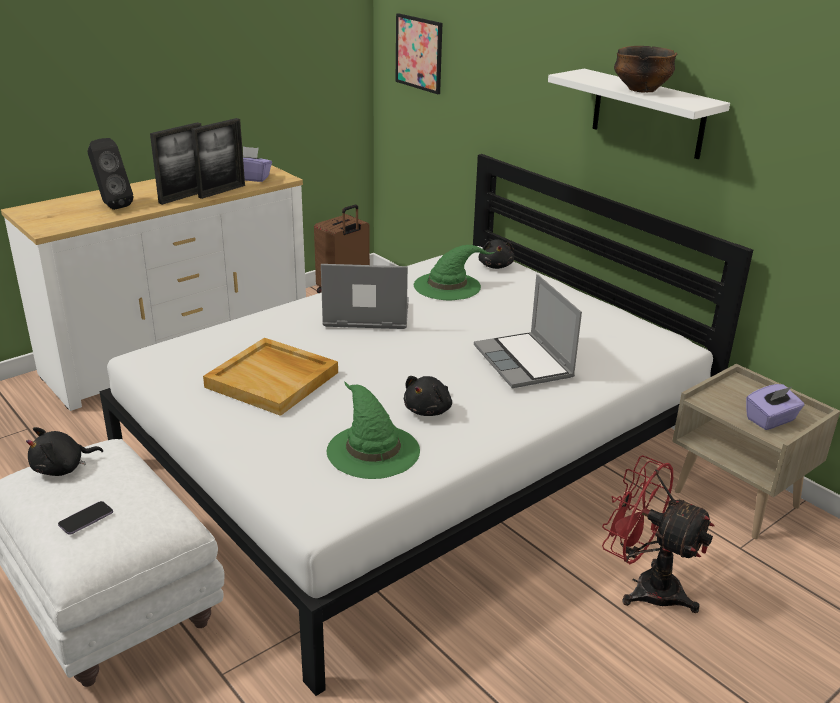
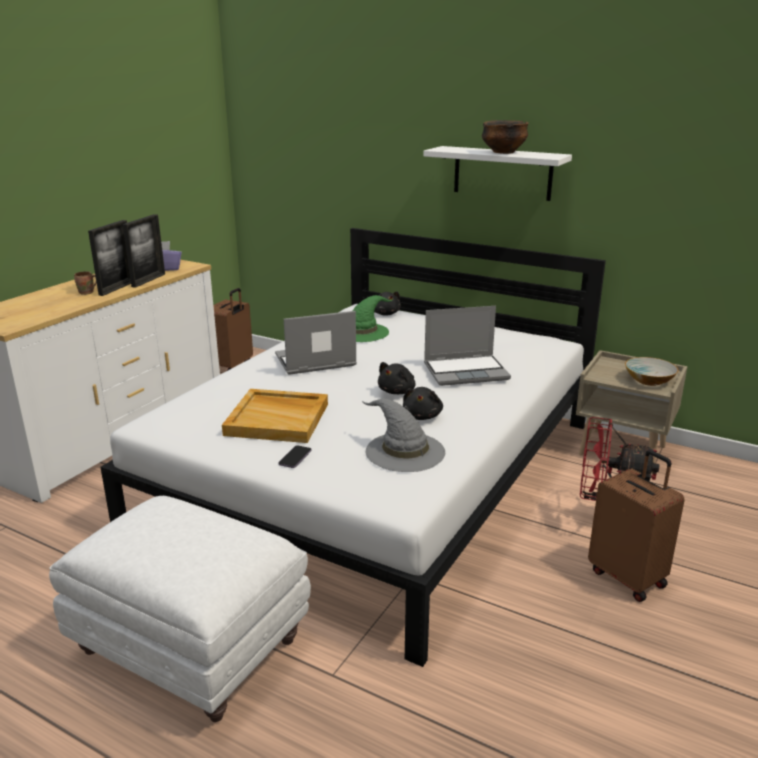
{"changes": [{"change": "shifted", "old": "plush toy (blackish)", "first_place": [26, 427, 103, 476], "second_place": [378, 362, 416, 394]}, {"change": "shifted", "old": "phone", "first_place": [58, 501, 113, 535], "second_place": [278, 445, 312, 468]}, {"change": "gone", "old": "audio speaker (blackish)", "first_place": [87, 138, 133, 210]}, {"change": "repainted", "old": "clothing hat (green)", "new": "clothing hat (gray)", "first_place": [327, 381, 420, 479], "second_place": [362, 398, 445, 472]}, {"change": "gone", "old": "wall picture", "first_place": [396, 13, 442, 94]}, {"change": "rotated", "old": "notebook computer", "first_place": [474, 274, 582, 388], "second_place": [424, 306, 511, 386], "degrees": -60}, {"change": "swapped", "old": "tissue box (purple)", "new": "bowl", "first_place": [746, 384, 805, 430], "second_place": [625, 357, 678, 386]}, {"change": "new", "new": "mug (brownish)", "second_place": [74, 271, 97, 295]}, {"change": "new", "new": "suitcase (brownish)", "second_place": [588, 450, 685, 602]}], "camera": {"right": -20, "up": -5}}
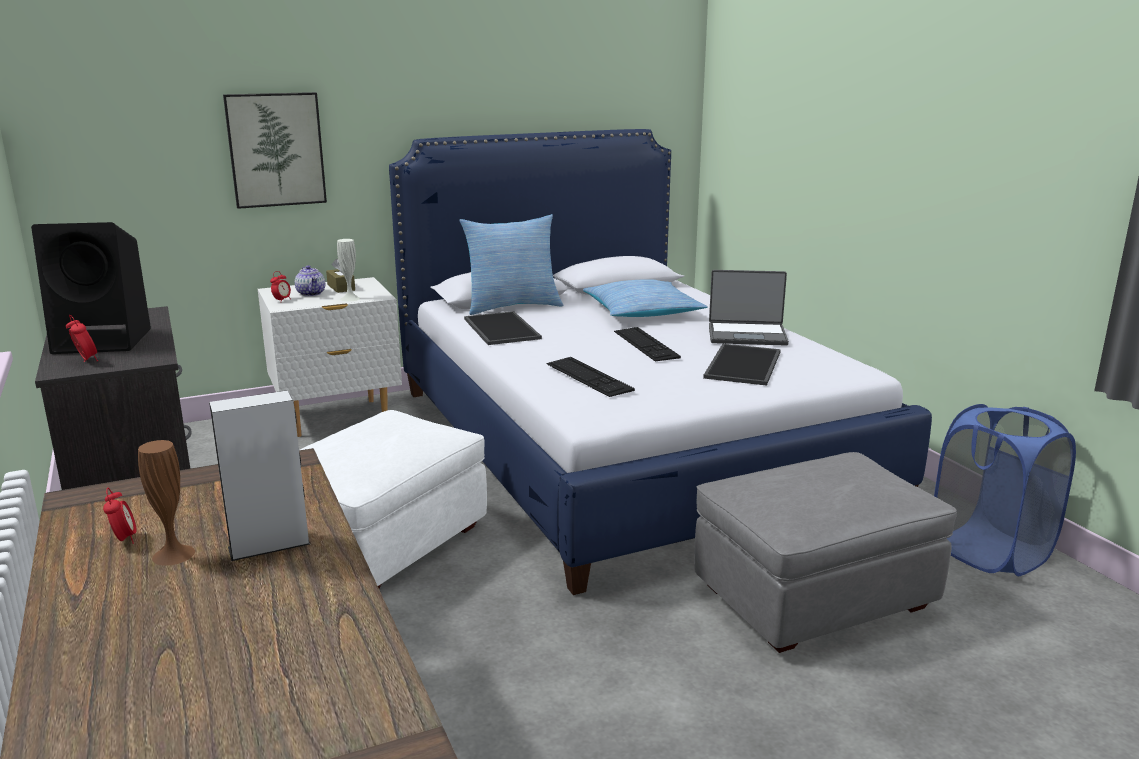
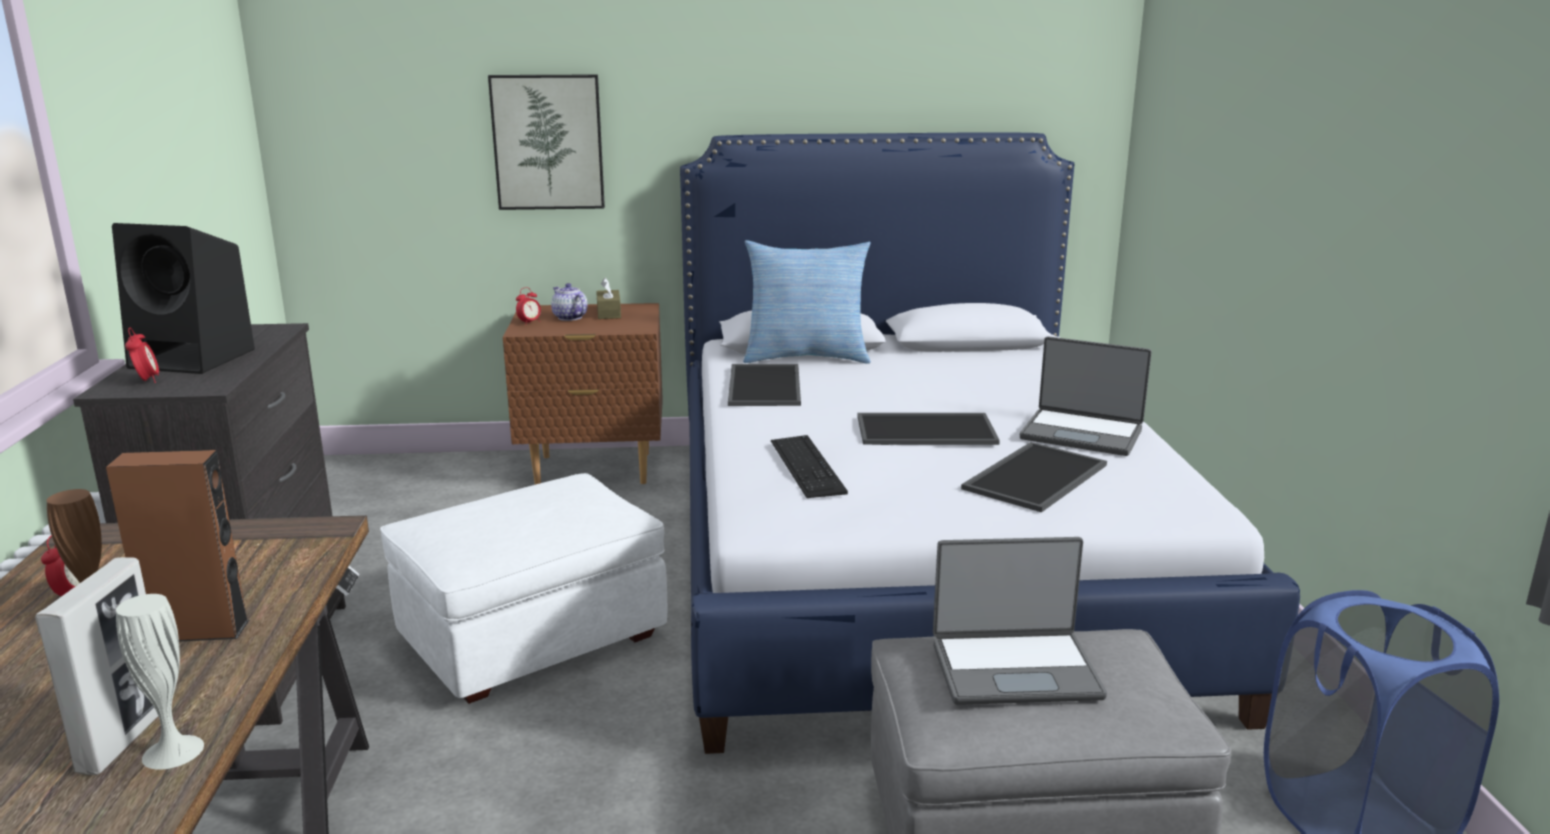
{"changes": [{"change": "repainted", "old": "audio speaker (gray)", "new": "audio speaker (brownish)", "first_place": [209, 390, 310, 561], "second_place": [106, 450, 249, 642]}, {"change": "repainted", "old": "night table (white)", "new": "night table (brownish)", "first_place": [258, 277, 402, 437], "second_place": [503, 303, 663, 485]}, {"change": "rotated", "old": "teapot", "first_place": [295, 265, 325, 296], "second_place": [551, 283, 588, 321], "degrees": 150}, {"change": "shifted", "old": "decorative vase (white)", "first_place": [337, 239, 360, 301], "second_place": [116, 594, 204, 770]}, {"change": "gone", "old": "throw pillow", "first_place": [583, 279, 708, 317]}, {"change": "swapped", "old": "keyboard", "new": "carrying tray", "first_place": [614, 327, 681, 361], "second_place": [857, 413, 1000, 445]}, {"change": "new", "new": "standing frame", "second_place": [35, 557, 158, 775]}, {"change": "new", "new": "notebook computer", "second_place": [933, 537, 1107, 705]}], "camera": {"right": 20, "up": 0}}
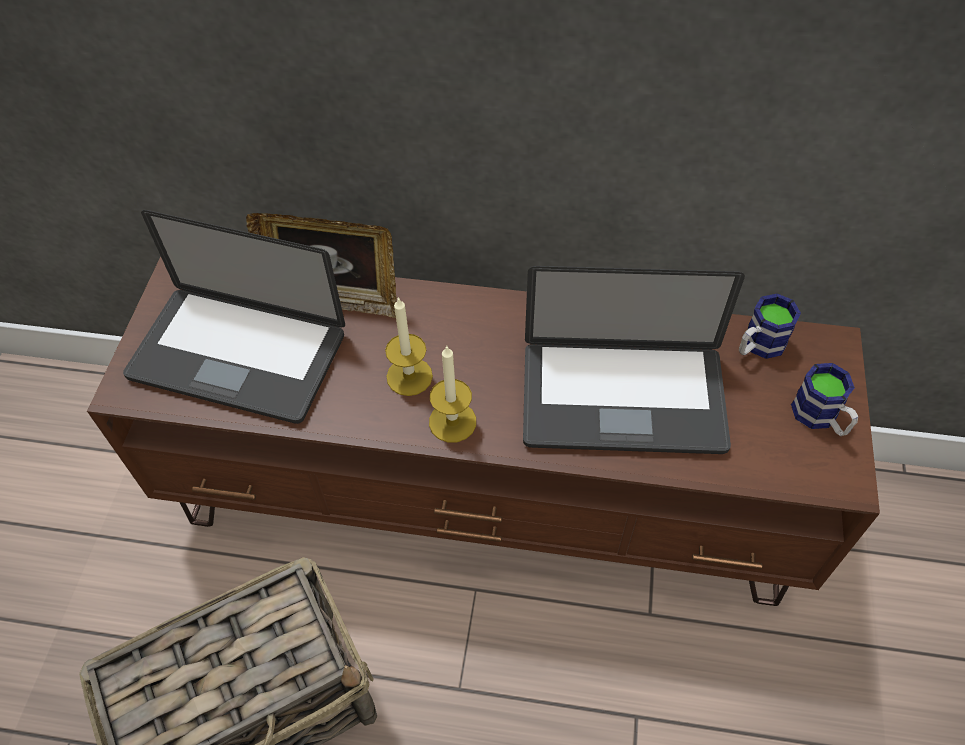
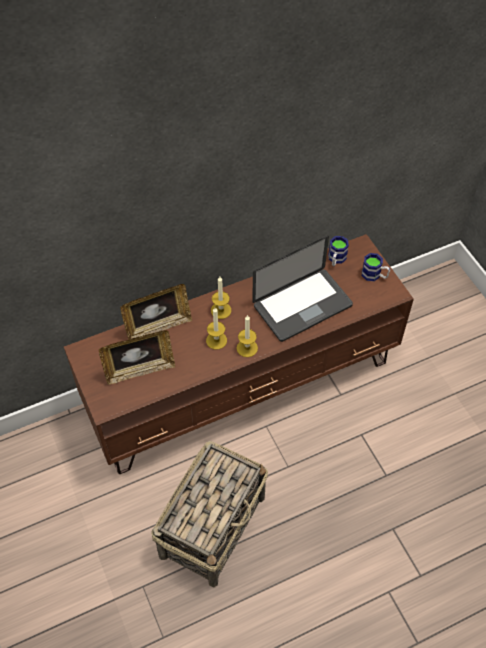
{"changes": [{"change": "swapped", "old": "notebook computer", "new": "standing frame", "first_place": [123, 210, 345, 424], "second_place": [99, 330, 175, 385]}, {"change": "new", "new": "wax candle", "second_place": [211, 277, 231, 319]}], "camera": {"right": -35, "up": 0}}
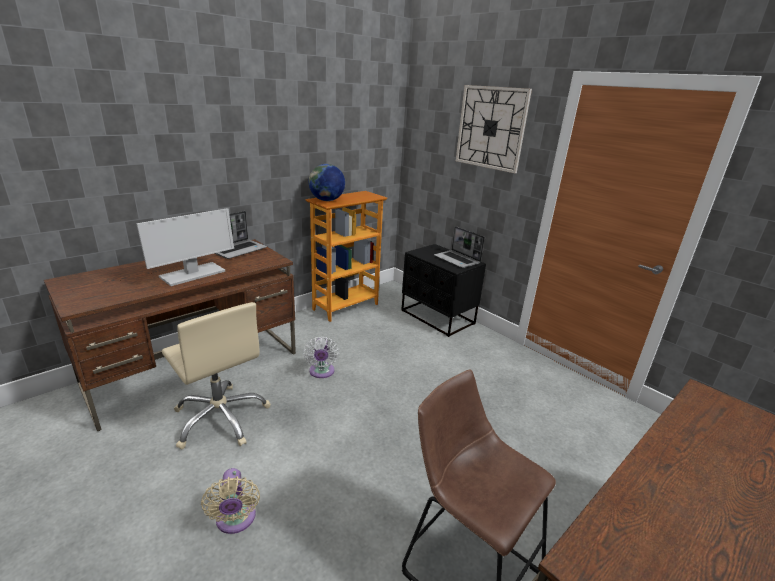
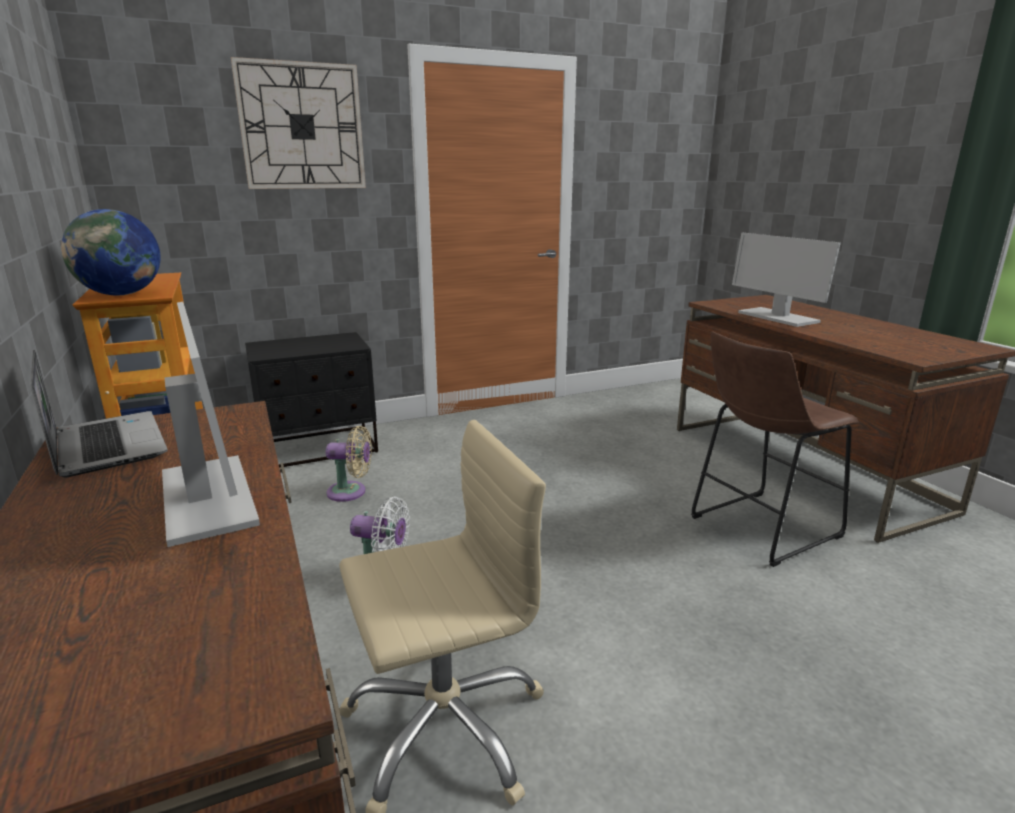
{"changes": [{"change": "shifted", "old": "cooling fan (beige-coloured)", "first_place": [201, 468, 260, 534], "second_place": [326, 426, 372, 502]}, {"change": "gone", "old": "notebook computer", "first_place": [434, 226, 485, 268]}, {"change": "new", "new": "monitor", "second_place": [732, 232, 841, 327]}], "camera": {"right": -70, "up": -5}}
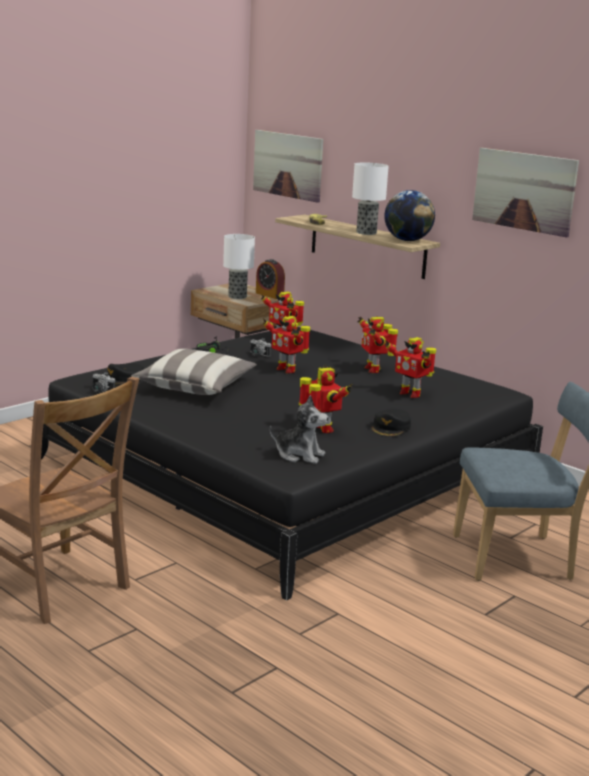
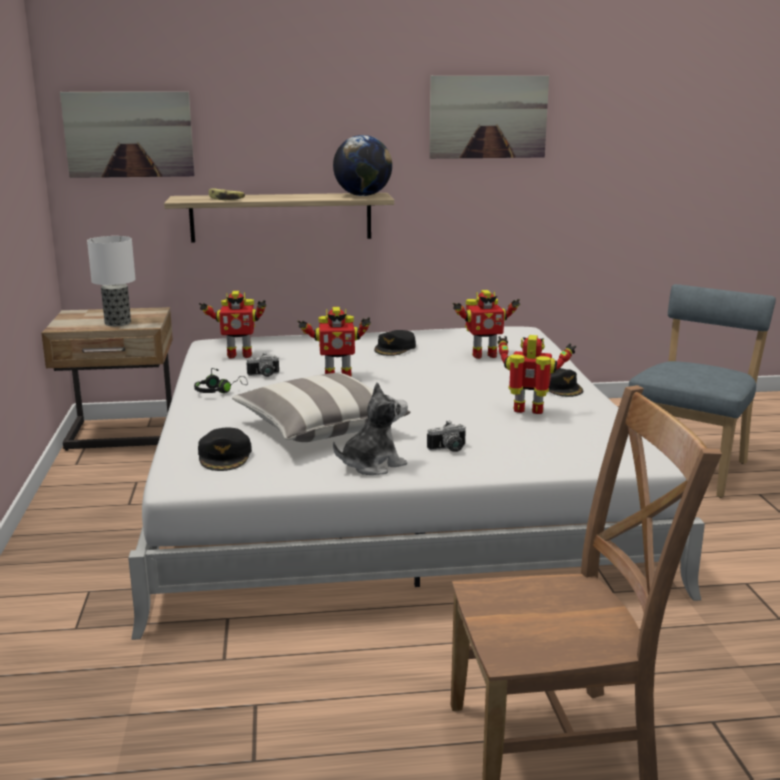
{"changes": [{"change": "repainted", "old": "bed (blackish)", "new": "bed (white)", "first_place": [41, 327, 543, 601], "second_place": [128, 326, 705, 640]}, {"change": "shifted", "old": "photo camera", "first_place": [92, 372, 115, 393], "second_place": [427, 421, 466, 452]}, {"change": "gone", "old": "table clock", "first_place": [256, 259, 285, 299]}, {"change": "shifted", "old": "plush toy", "first_place": [270, 395, 329, 464], "second_place": [333, 382, 408, 475]}, {"change": "gone", "old": "tabletop lamp", "first_place": [352, 162, 389, 235]}, {"change": "swapped", "old": "model robot", "new": "peaked cap (blackish)", "first_place": [358, 317, 398, 373], "second_place": [374, 330, 416, 356]}], "camera": {"right": -50, "up": 0}}
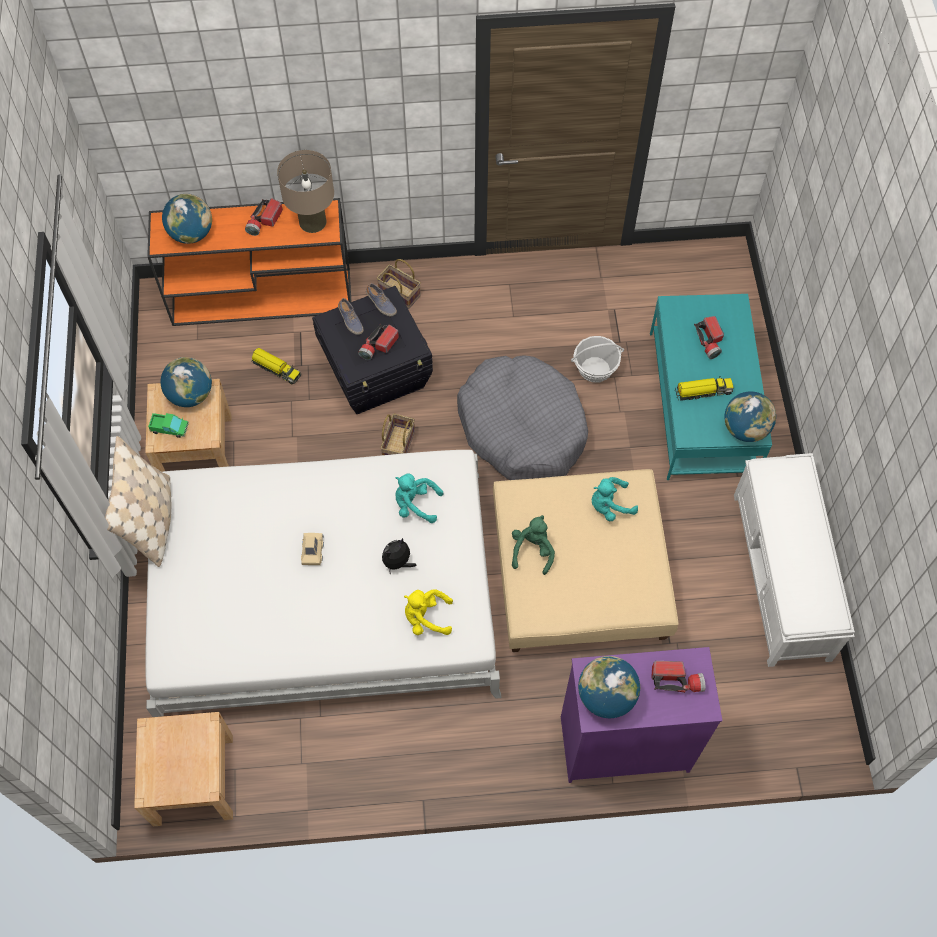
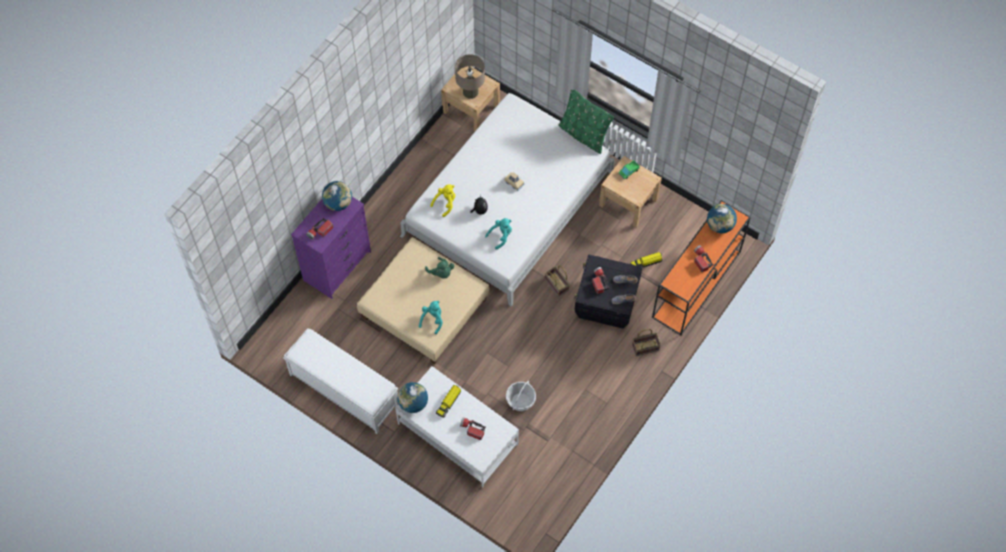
{"changes": [{"change": "repainted", "old": "throw pillow (beige-coloured)", "new": "throw pillow (green)", "first_place": [105, 436, 171, 567], "second_place": [558, 90, 614, 154]}, {"change": "gone", "old": "world globe", "first_place": [160, 357, 212, 407]}, {"change": "shifted", "old": "tabletop lamp (beige-coloured)", "first_place": [277, 150, 334, 233], "second_place": [455, 54, 485, 99]}, {"change": "gone", "old": "pet bed (gray)", "first_place": [457, 355, 588, 480]}, {"change": "repainted", "old": "low table (turquoise)", "new": "low table (white)", "first_place": [650, 294, 772, 480], "second_place": [395, 366, 519, 487]}], "camera": {"right": 130, "up": 0}}
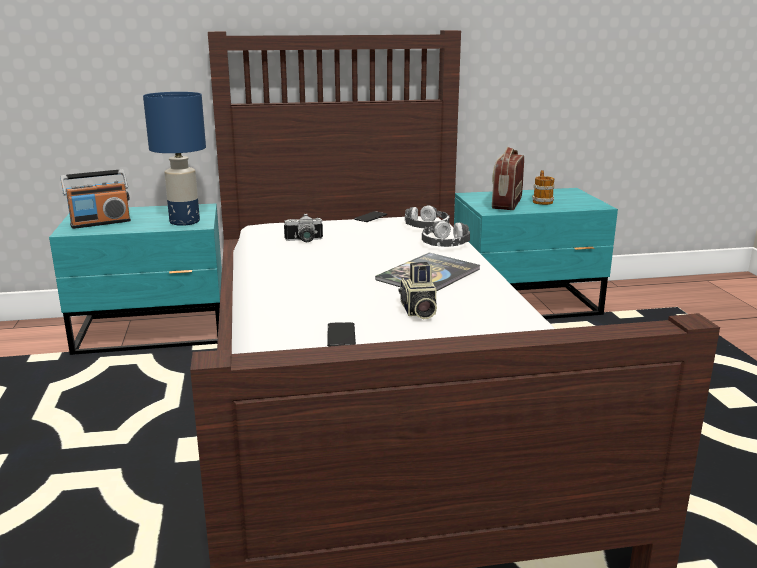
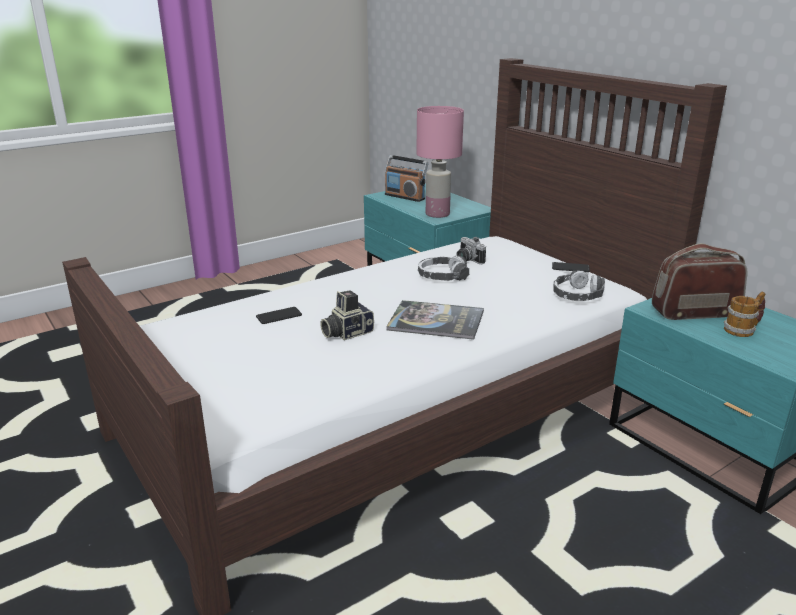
{"changes": [{"change": "repainted", "old": "tabletop lamp (blue-coloured)", "new": "tabletop lamp (pink)", "first_place": [143, 92, 206, 226], "second_place": [416, 106, 464, 218]}, {"change": "shifted", "old": "pair of headphones", "first_place": [422, 221, 470, 247], "second_place": [418, 256, 469, 281]}], "camera": {"right": 65, "up": 5}}
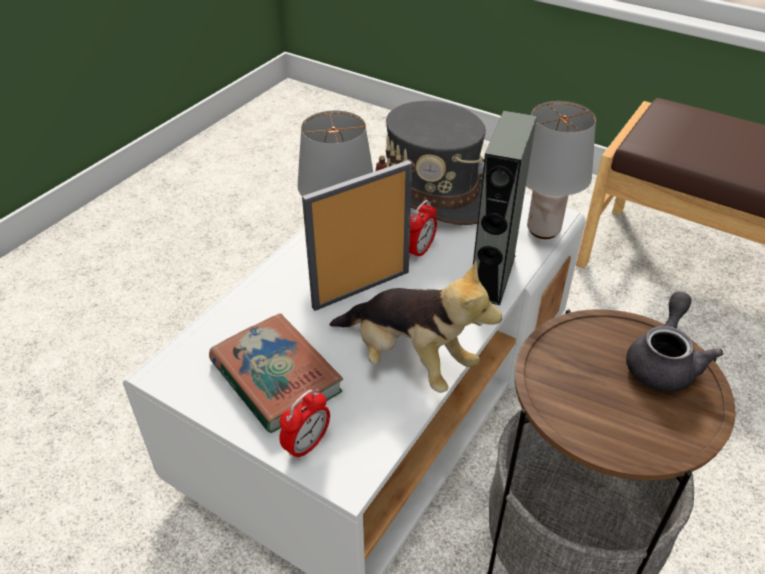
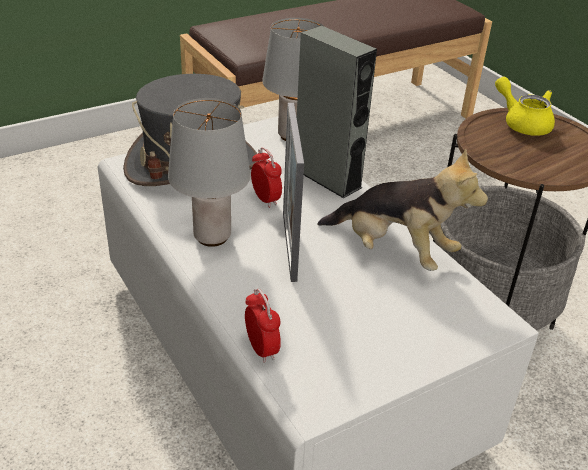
{"changes": [{"change": "gone", "old": "bound book", "first_place": [209, 313, 343, 433]}, {"change": "shifted", "old": "table clock", "first_place": [279, 389, 330, 461], "second_place": [245, 289, 281, 363]}, {"change": "rotated", "old": "plush toy", "first_place": [329, 260, 502, 393], "second_place": [317, 148, 488, 271], "degrees": 60}, {"change": "repainted", "old": "teapot (gray)", "new": "teapot (yellow-coloured)", "first_place": [626, 292, 724, 392], "second_place": [495, 77, 555, 136]}], "camera": {"right": -65, "up": -5}}
